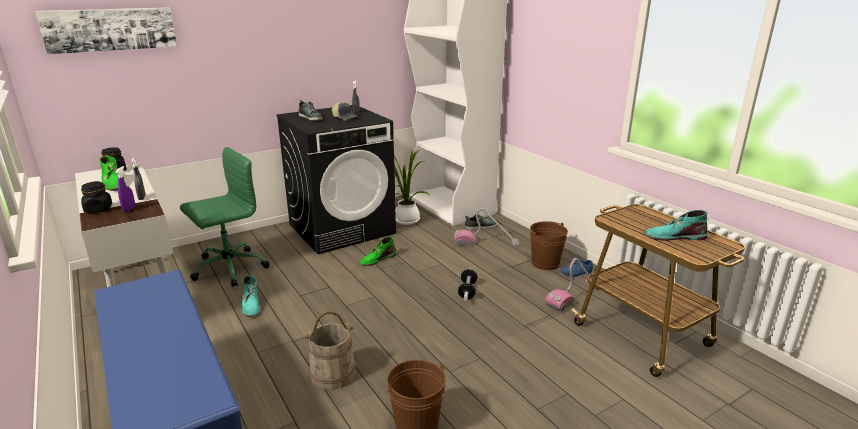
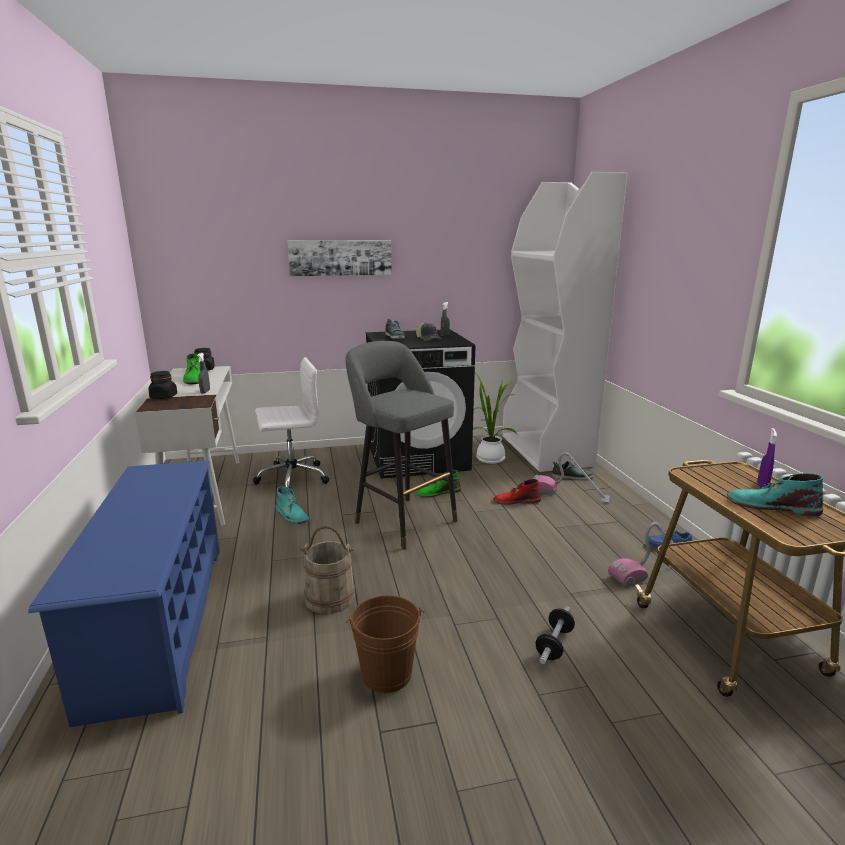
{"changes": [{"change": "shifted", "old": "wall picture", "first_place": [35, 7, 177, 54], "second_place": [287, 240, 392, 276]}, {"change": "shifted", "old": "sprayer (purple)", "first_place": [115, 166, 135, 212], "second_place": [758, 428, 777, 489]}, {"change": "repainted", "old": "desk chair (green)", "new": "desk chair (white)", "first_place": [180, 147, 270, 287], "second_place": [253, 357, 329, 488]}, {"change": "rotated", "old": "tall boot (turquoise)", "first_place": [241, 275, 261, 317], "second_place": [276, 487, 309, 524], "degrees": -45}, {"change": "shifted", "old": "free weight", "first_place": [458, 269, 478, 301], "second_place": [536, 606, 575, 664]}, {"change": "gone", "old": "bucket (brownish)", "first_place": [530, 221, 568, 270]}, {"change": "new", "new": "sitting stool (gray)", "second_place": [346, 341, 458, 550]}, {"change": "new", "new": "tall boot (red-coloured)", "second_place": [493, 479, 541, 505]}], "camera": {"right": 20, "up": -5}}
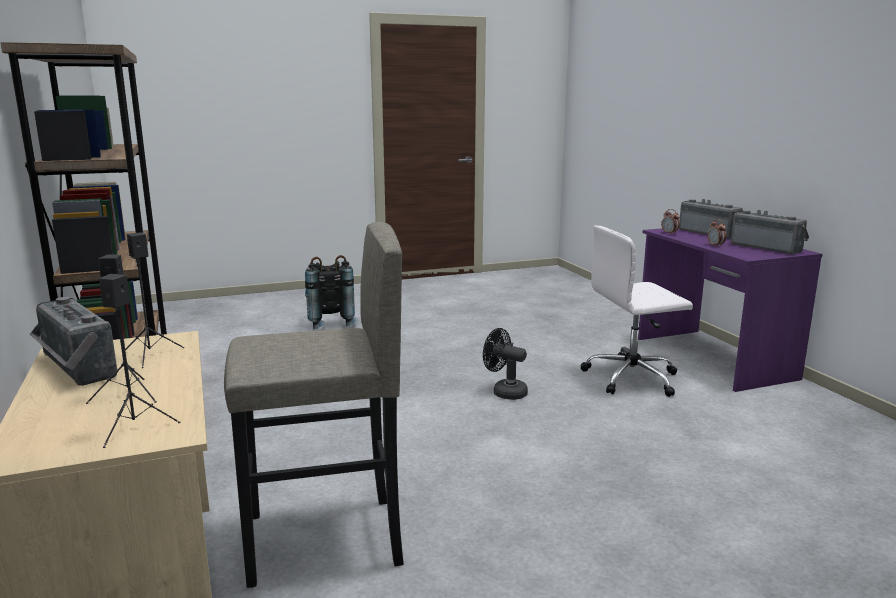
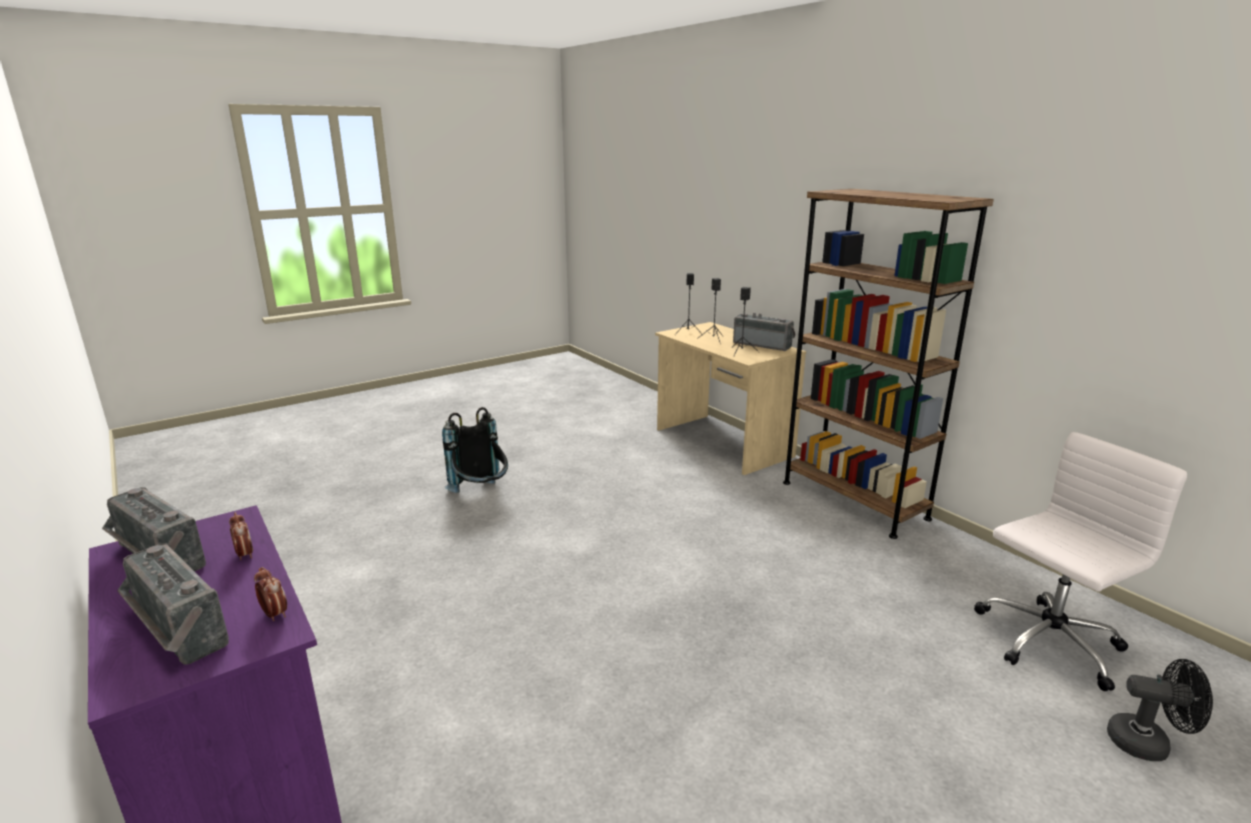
{"changes": [{"change": "gone", "old": "sitting stool (gray)", "first_place": [224, 222, 404, 588]}, {"change": "shifted", "old": "rucksack (blackish)", "first_place": [305, 255, 358, 329], "second_place": [442, 407, 508, 493]}, {"change": "shifted", "old": "cooling fan (blackish)", "first_place": [483, 328, 528, 400], "second_place": [1107, 659, 1213, 761]}, {"change": "shifted", "old": "desk chair (white)", "first_place": [581, 225, 693, 397], "second_place": [974, 432, 1187, 691]}], "camera": {"right": 165, "up": 5}}
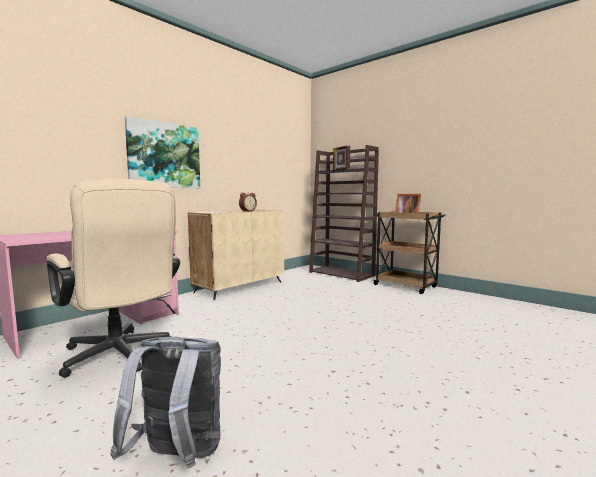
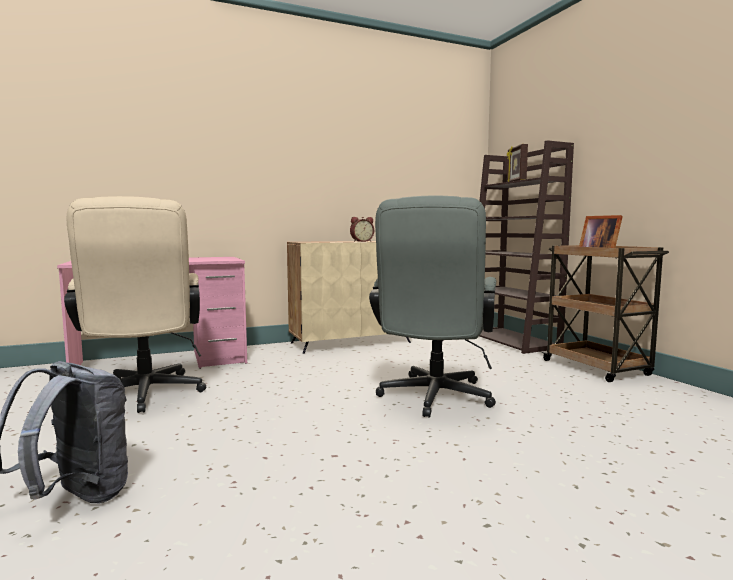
{"changes": [{"change": "gone", "old": "wall picture", "first_place": [125, 116, 200, 188]}, {"change": "new", "new": "desk chair (gray)", "second_place": [369, 196, 496, 418]}], "camera": {"right": 25, "up": 0}}
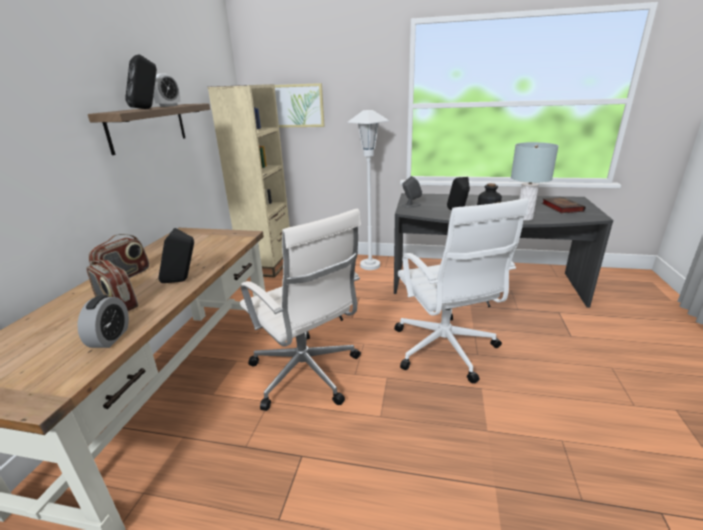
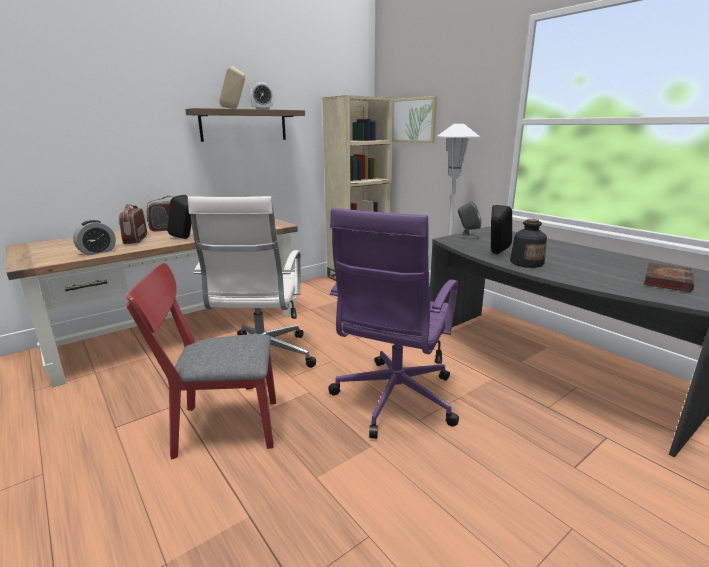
{"changes": [{"change": "repainted", "old": "audio speaker (blackish)", "new": "audio speaker (beige-coloured)", "first_place": [125, 54, 157, 109], "second_place": [219, 66, 245, 109]}, {"change": "repainted", "old": "desk chair (white)", "new": "desk chair (purple)", "first_place": [394, 198, 529, 384], "second_place": [328, 208, 459, 439]}, {"change": "gone", "old": "tabletop lamp (gray)", "first_place": [511, 142, 559, 220]}, {"change": "new", "new": "upright chair (red-coloured)", "second_place": [126, 263, 276, 460]}], "camera": {"right": 40, "up": -5}}
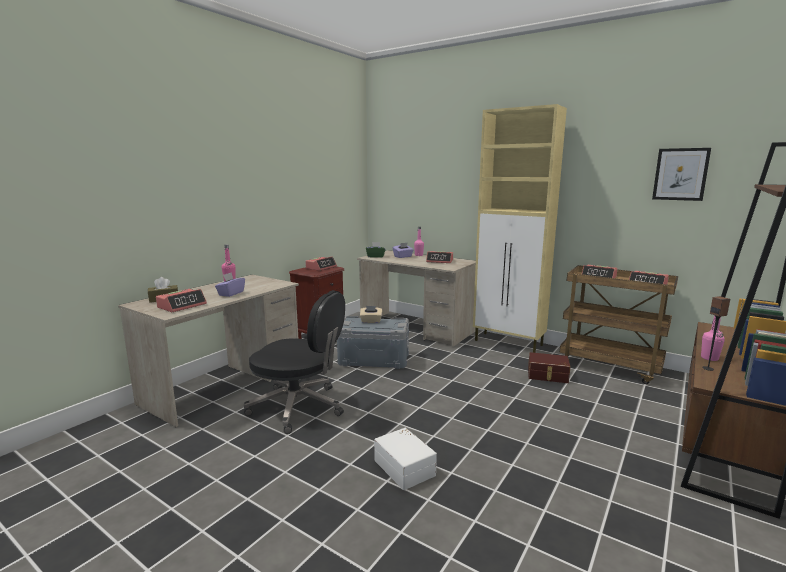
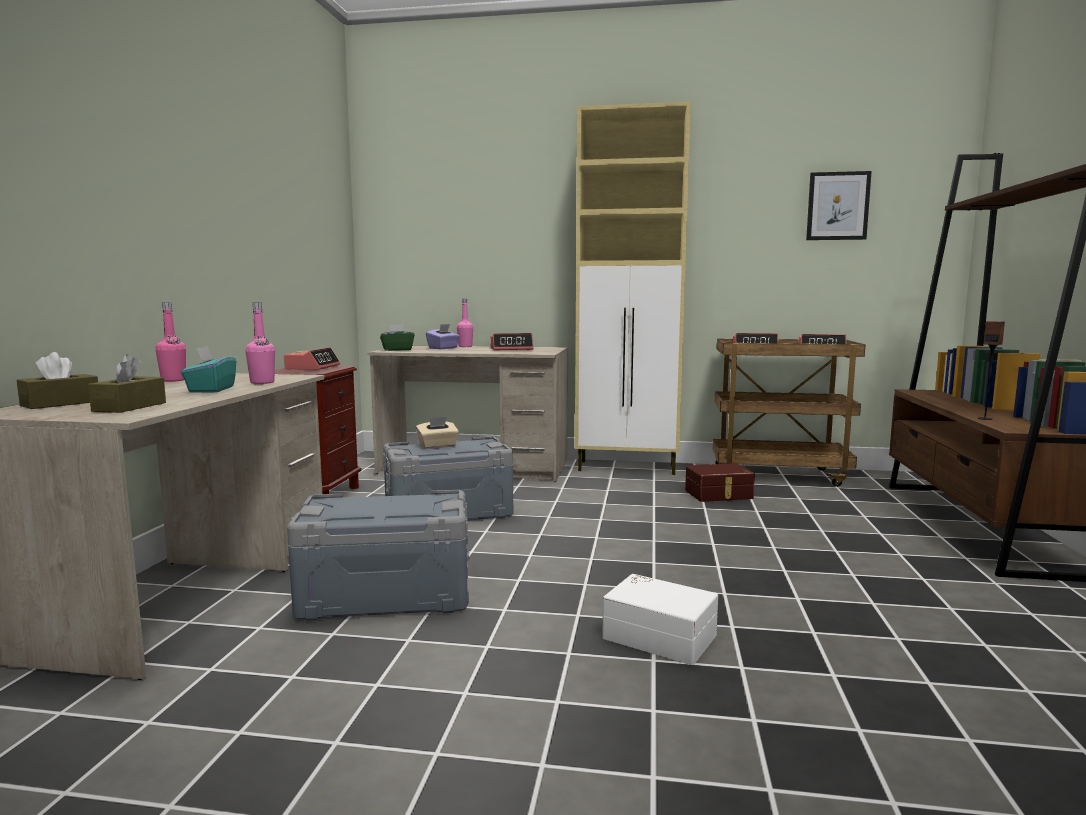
{"changes": [{"change": "swapped", "old": "table clock", "new": "tissue box (brownish)", "first_place": [156, 289, 207, 312], "second_place": [88, 354, 166, 413]}, {"change": "repainted", "old": "tissue box (purple)", "new": "tissue box (turquoise)", "first_place": [215, 272, 245, 297], "second_place": [181, 346, 236, 393]}, {"change": "swapped", "old": "desk chair (blackish)", "new": "storage container (gray)", "first_place": [244, 290, 345, 434], "second_place": [287, 490, 470, 621]}, {"change": "shifted", "old": "beverage bottle (pink)", "first_place": [701, 315, 725, 361], "second_place": [245, 302, 275, 384]}], "camera": {"right": -25, "up": -5}}
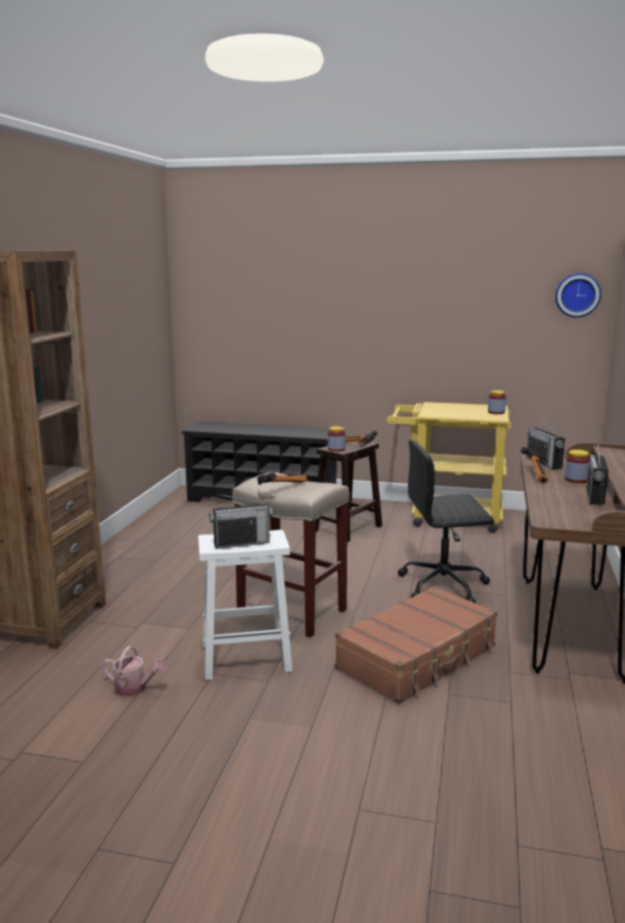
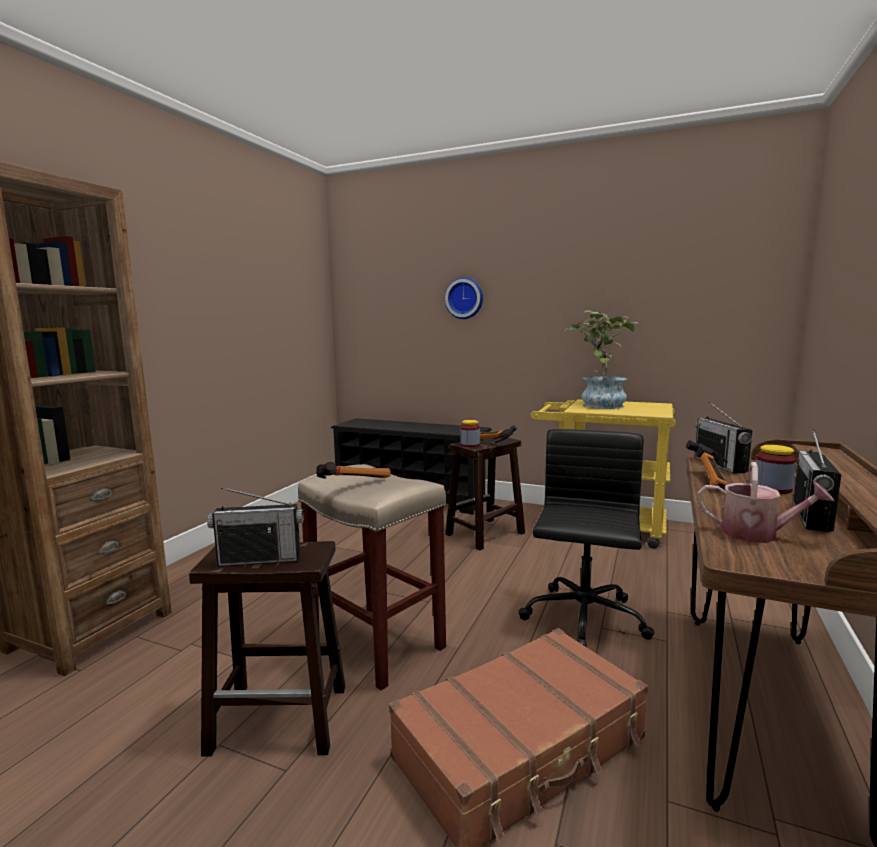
{"changes": [{"change": "shifted", "old": "watering can", "first_place": [102, 646, 167, 696], "second_place": [698, 462, 834, 543]}, {"change": "repainted", "old": "sitting stool (white)", "new": "sitting stool (brownish)", "first_place": [198, 530, 292, 680], "second_place": [189, 541, 345, 757]}, {"change": "rotated", "old": "desk chair (blackish)", "first_place": [398, 440, 494, 603], "second_place": [518, 429, 655, 647], "degrees": 105}, {"change": "gone", "old": "preserve jar", "first_place": [488, 390, 506, 414]}, {"change": "shifted", "old": "hanging clock", "first_place": [555, 273, 601, 318], "second_place": [445, 277, 483, 319]}, {"change": "new", "new": "houseplant", "second_place": [567, 310, 639, 409]}], "camera": {"right": 10, "up": -5}}
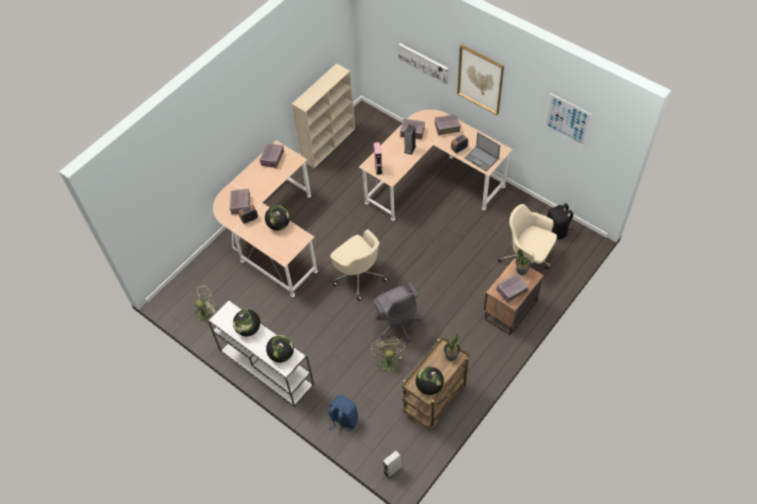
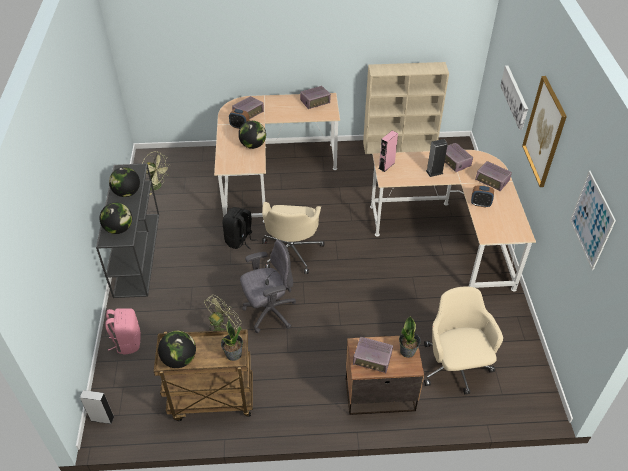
{"changes": [{"change": "repainted", "old": "console table (white)", "new": "console table (blackish)", "first_place": [207, 299, 314, 407], "second_place": [96, 163, 159, 298]}, {"change": "repainted", "old": "rucksack (blue-coloured)", "new": "rucksack (pink)", "first_place": [328, 395, 358, 436], "second_place": [105, 308, 141, 355]}, {"change": "rotated", "old": "desk chair (gray)", "first_place": [372, 281, 420, 342], "second_place": [240, 240, 296, 333], "degrees": -135}, {"change": "gone", "old": "notebook computer", "first_place": [464, 132, 500, 172]}, {"change": "shifted", "old": "rucksack (blackish)", "first_place": [547, 203, 573, 239], "second_place": [223, 207, 257, 249]}], "camera": {"right": 45, "up": -10}}
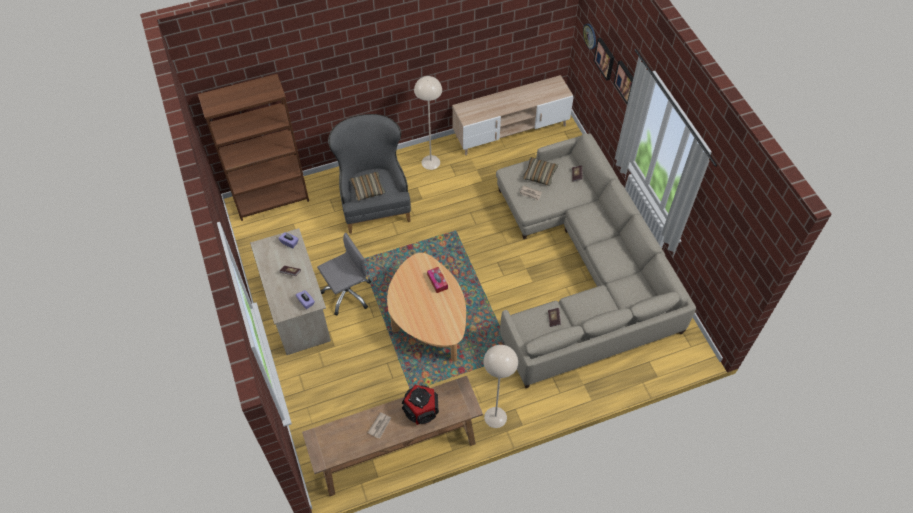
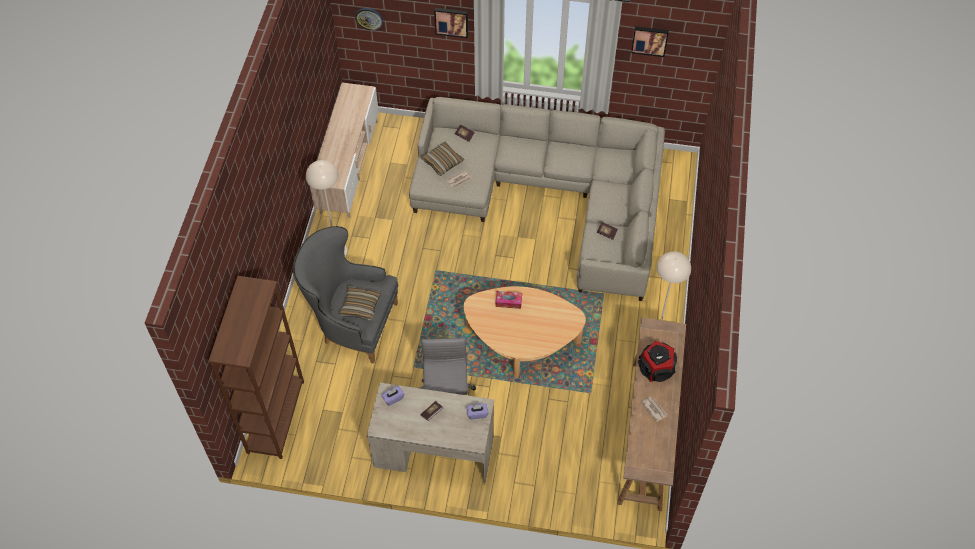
{"changes": [{"change": "shifted", "old": "wall picture", "first_place": [594, 38, 614, 81], "second_place": [631, 26, 669, 57]}], "camera": {"right": -60, "up": 0}}
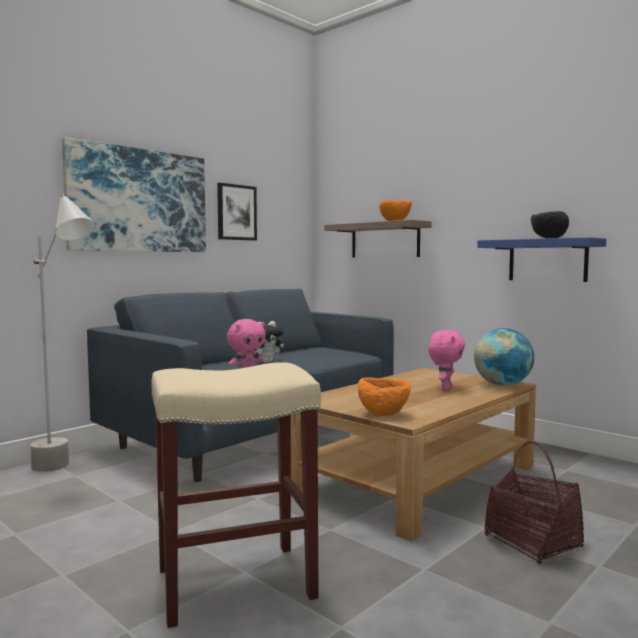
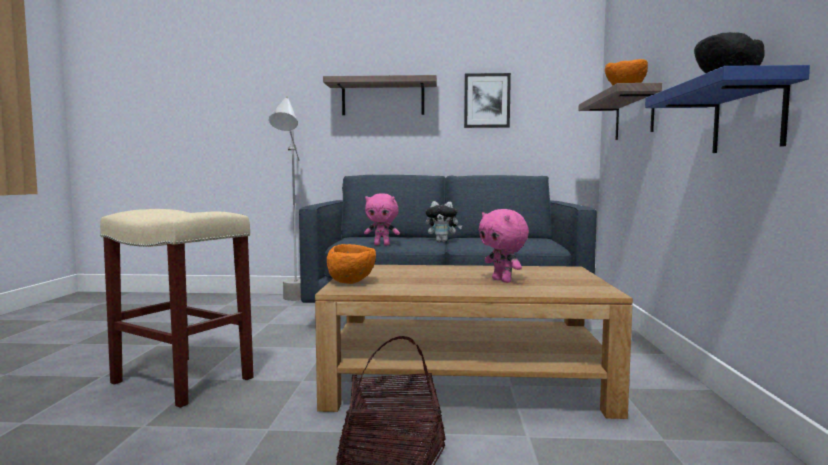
{"changes": [{"change": "swapped", "old": "wall picture", "new": "shelf", "first_place": [62, 137, 206, 252], "second_place": [323, 75, 437, 115]}, {"change": "rotated", "old": "plush toy (pink)", "first_place": [428, 330, 465, 390], "second_place": [479, 209, 529, 283], "degrees": 75}, {"change": "gone", "old": "world globe", "first_place": [474, 328, 534, 386]}], "camera": {"right": 50, "up": 0}}
